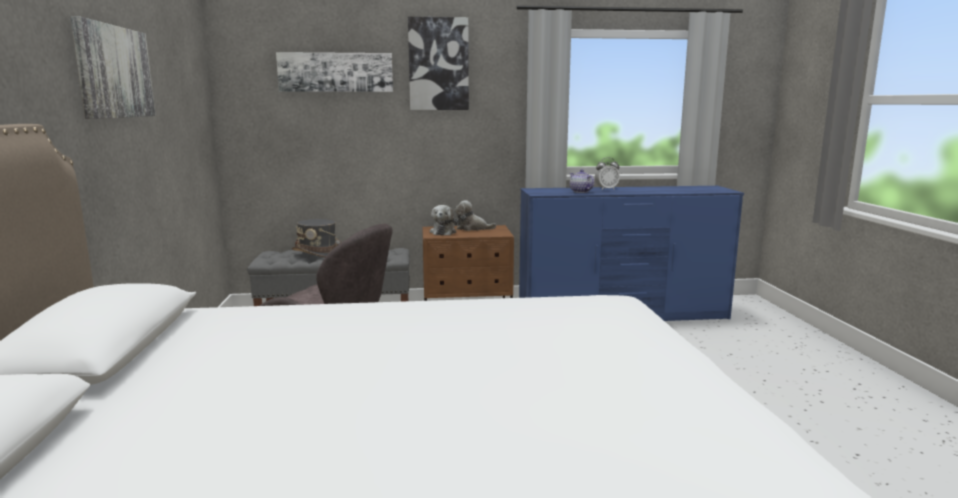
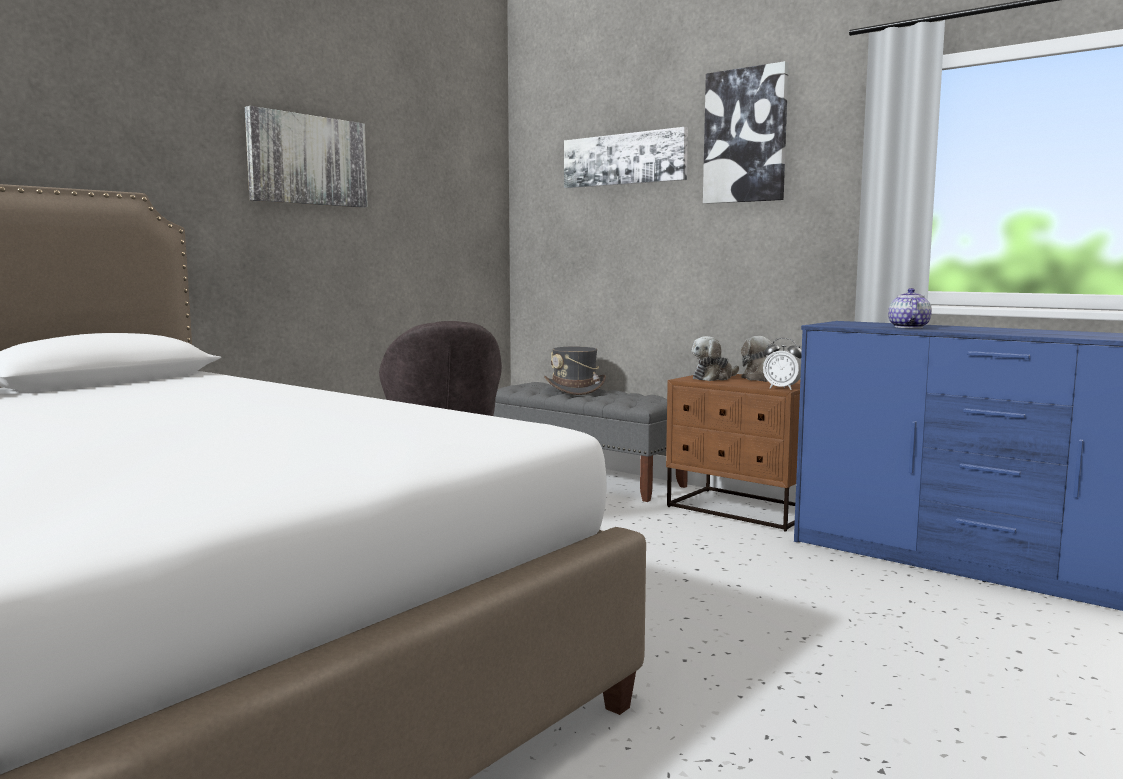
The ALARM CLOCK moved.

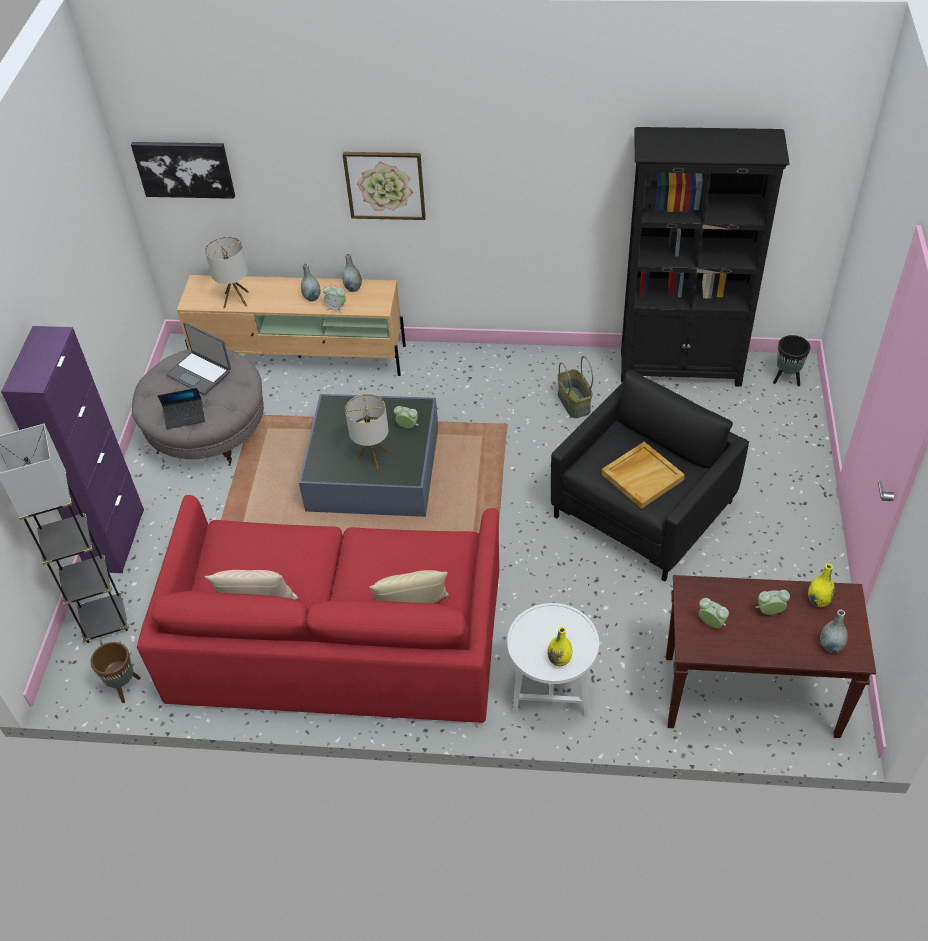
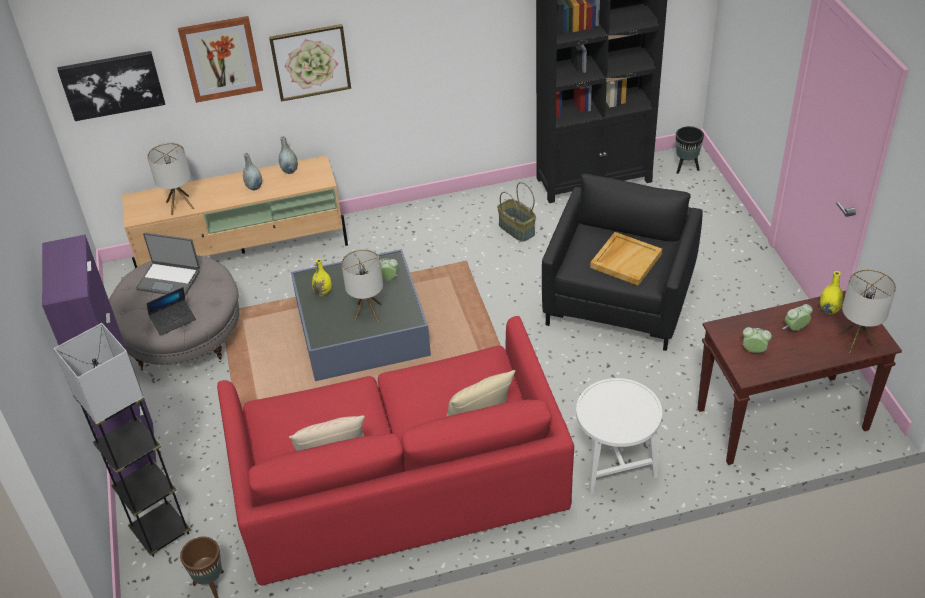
The ALARM CLOCK (no. 1 from left) disappeared. The WALL PICTURE (no. 2 from left) appeared. The YELLOW-COLOURED FLOWER VASE (no. 1 from left) moved. The GRAY FLOWER VASE (no. 3 from left) was replaced by the TABLETOP LAMP (no. 3 from left).

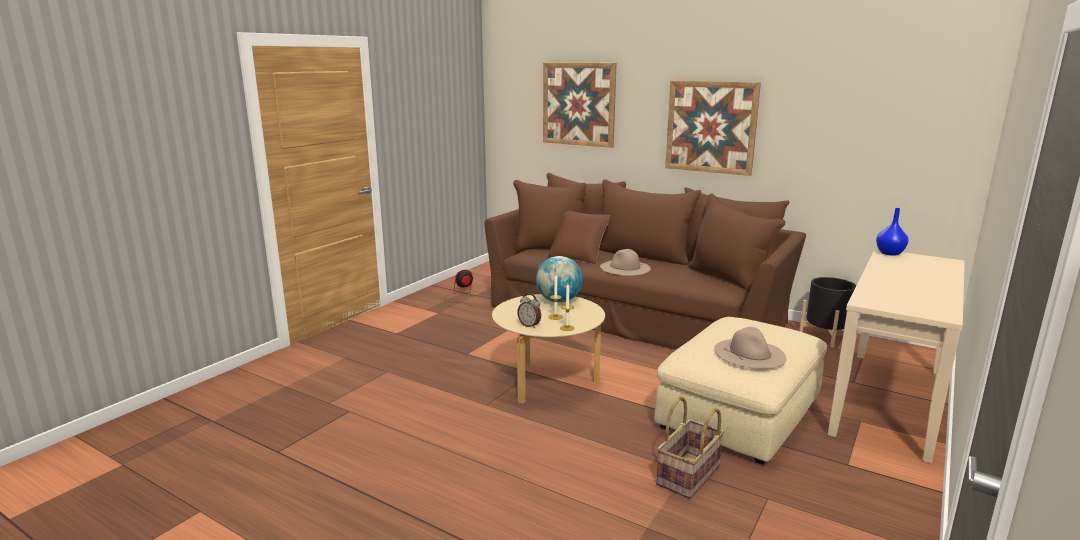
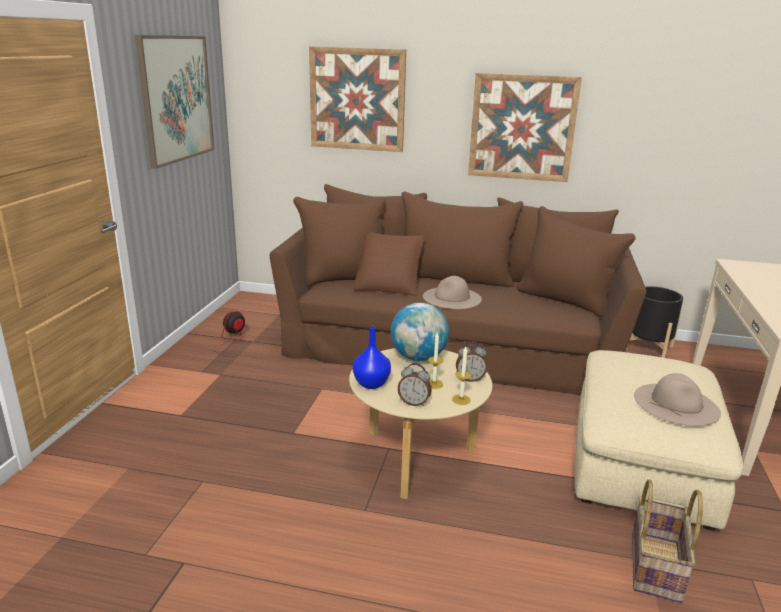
The WALL PICTURE (no. 1 from left) appeared. The ALARM CLOCK (no. 2 from left) appeared. The BLUE-COLOURED FLOWER VASE moved.

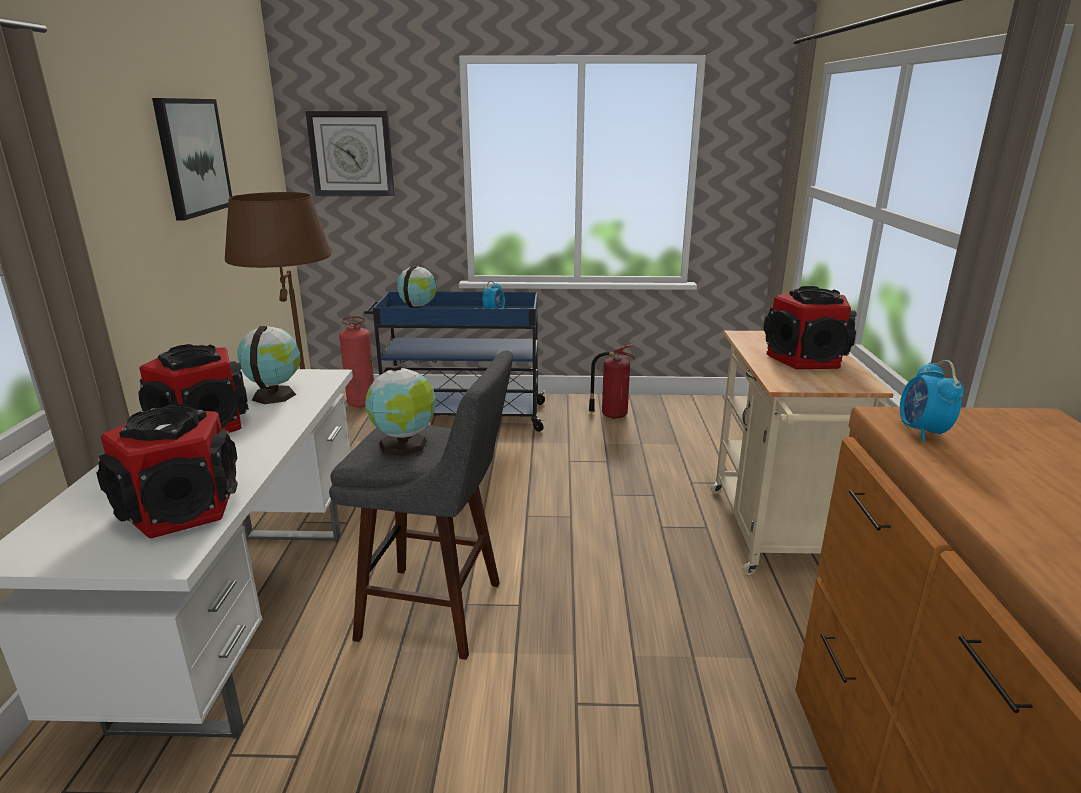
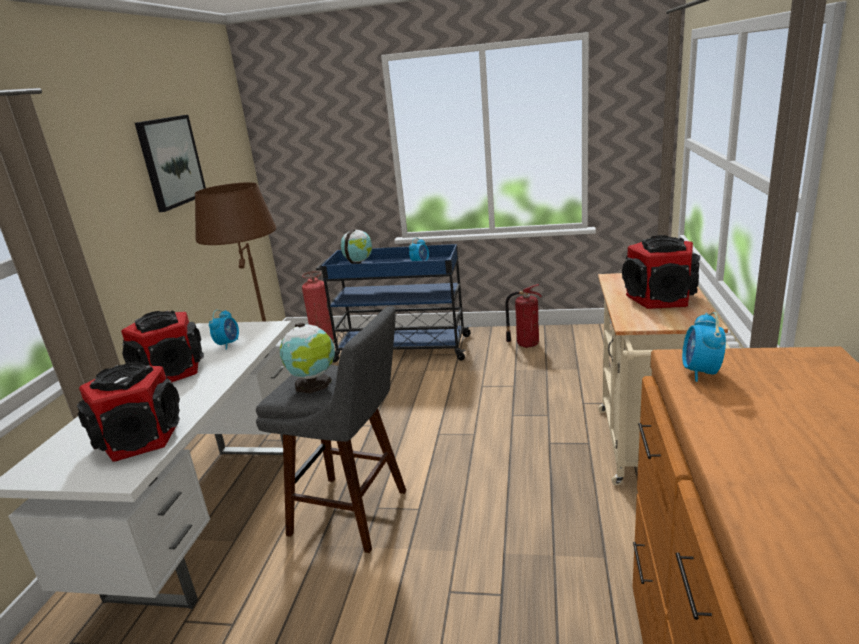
The HANGING CLOCK disappeared. The DESK GLOBE (no. 1 from left) was replaced by the ALARM CLOCK (no. 1 from left).

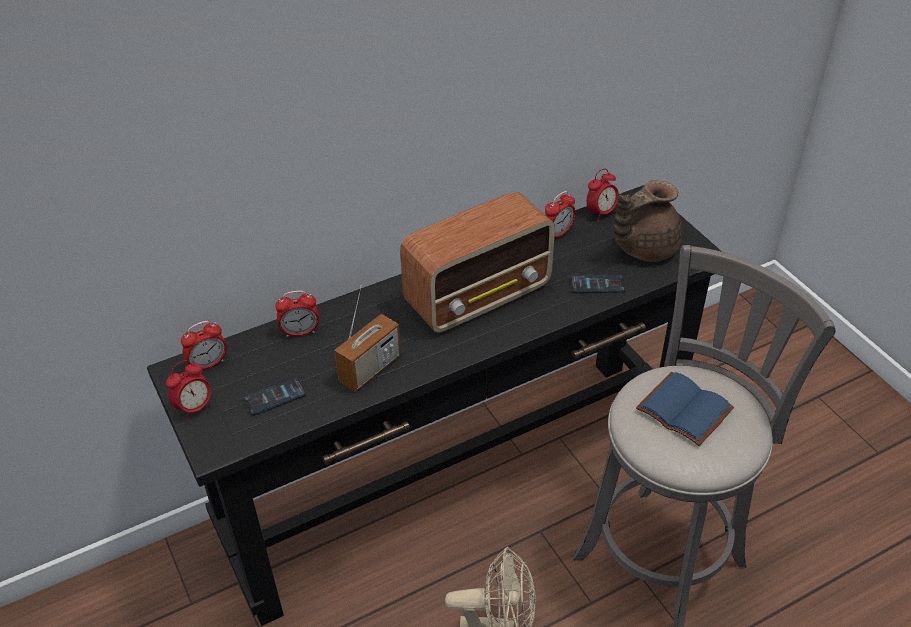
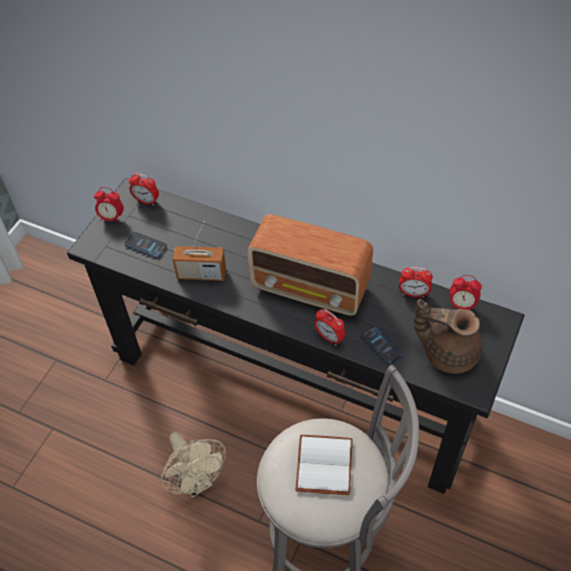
The ALARM CLOCK (no. 3 from left) moved. The BLUE-COLOURED BOOK became the WHITE BOOK.

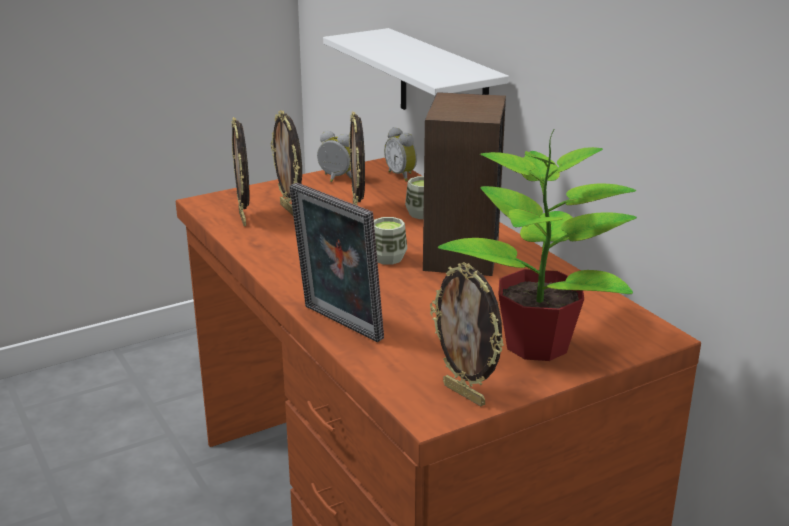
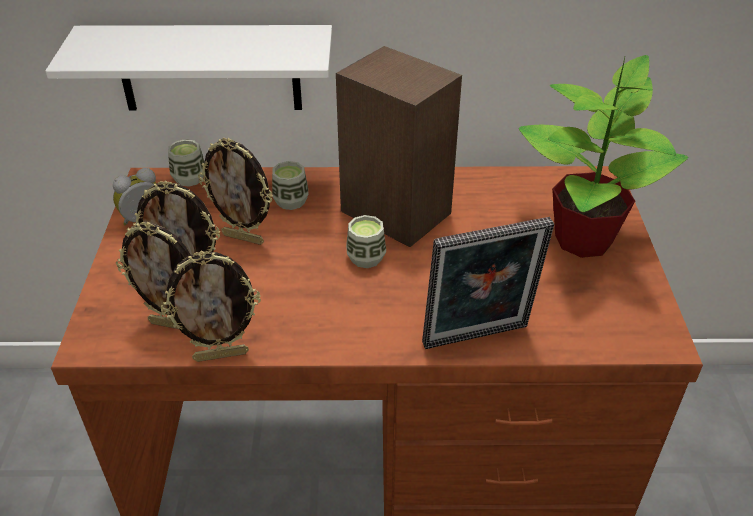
The PICTURE FRAME (no. 5 from left in the first image) moved. The ALARM CLOCK (no. 2 from left) was replaced by the SMALL CUP (no. 1 from left).

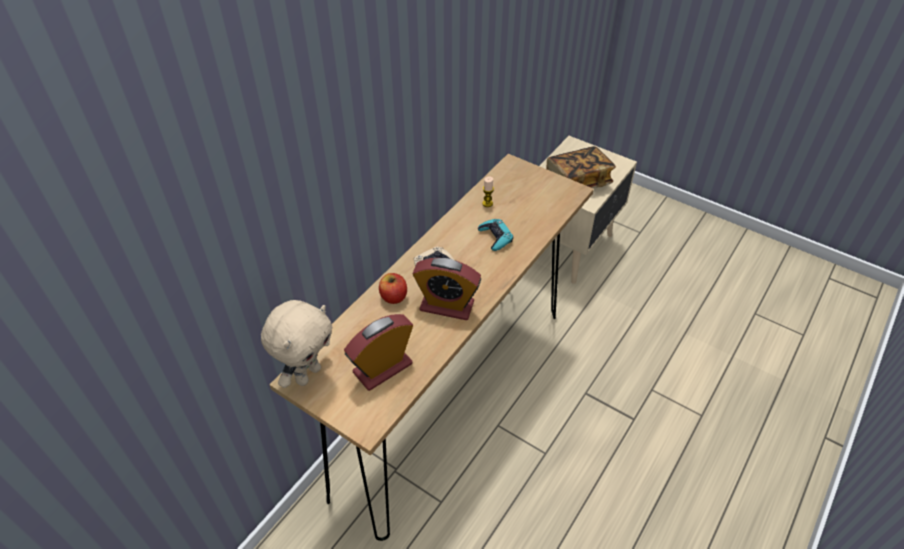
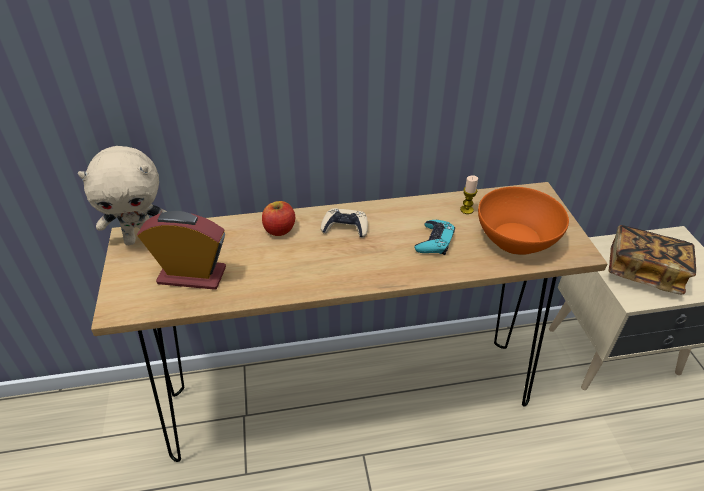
The ALARM CLOCK (no. 2 from left) disappeared. The ORANGEY SERVING BOWL appeared.

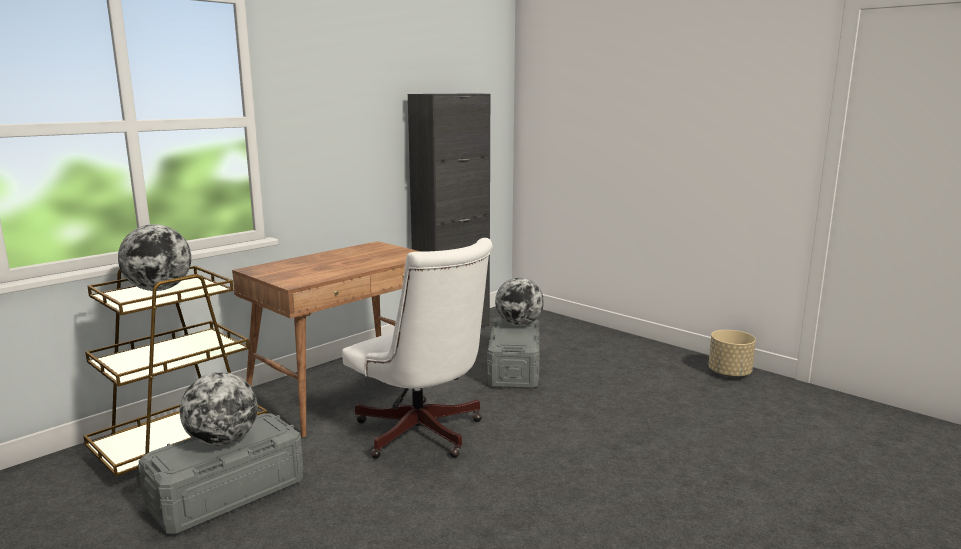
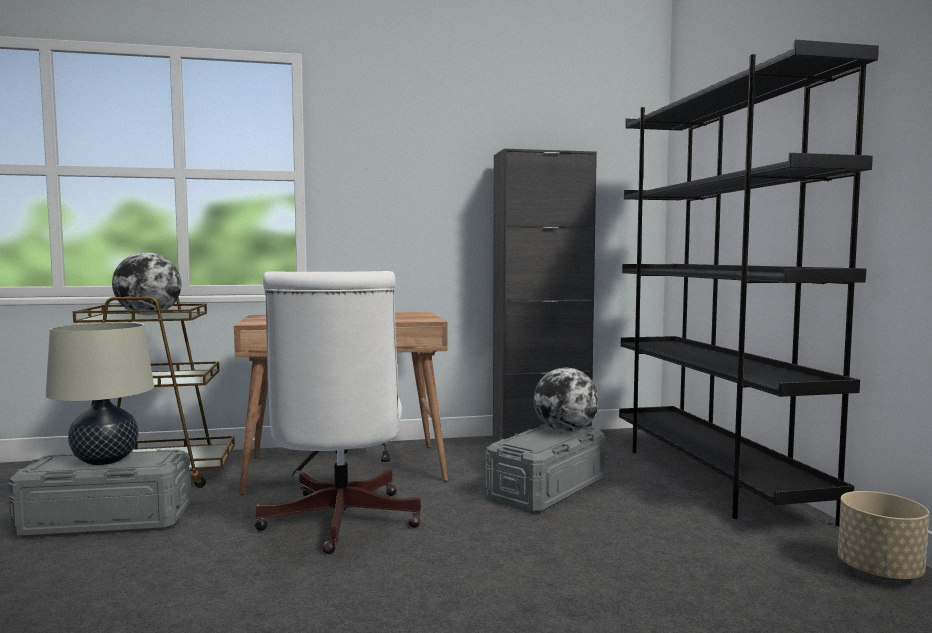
The BLACK SHELVING UNIT appeared. The DESK GLOBE (no. 2 from left) was replaced by the SAND-COLOURED TABLETOP LAMP.

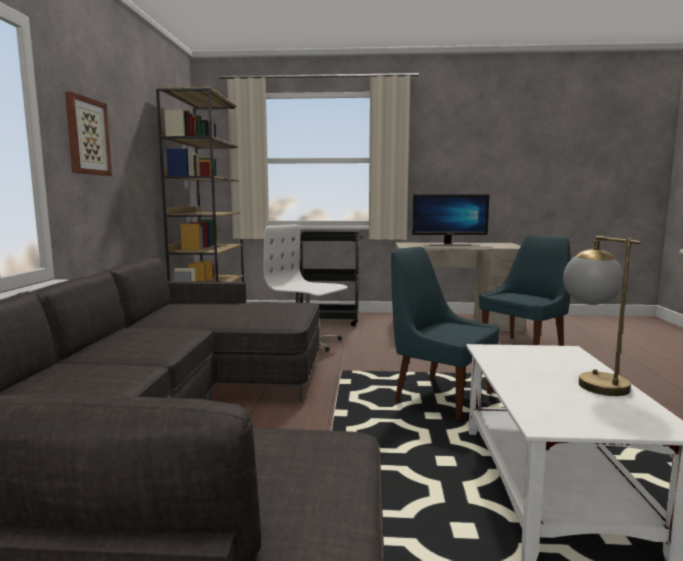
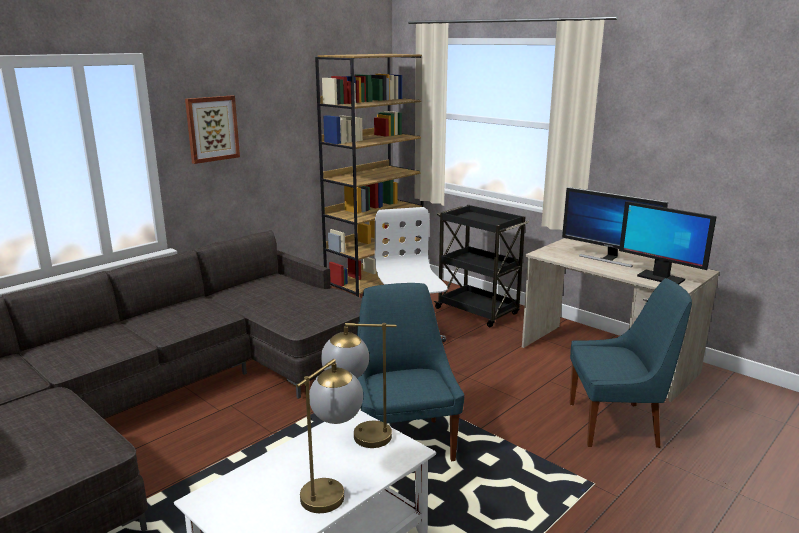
The TABLETOP LAMP (no. 2 from left) appeared. The MONITOR (no. 2 from left) appeared.

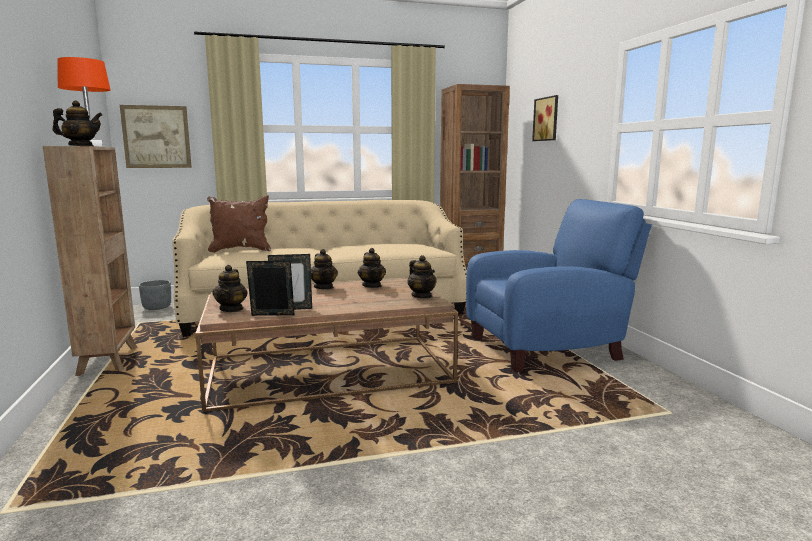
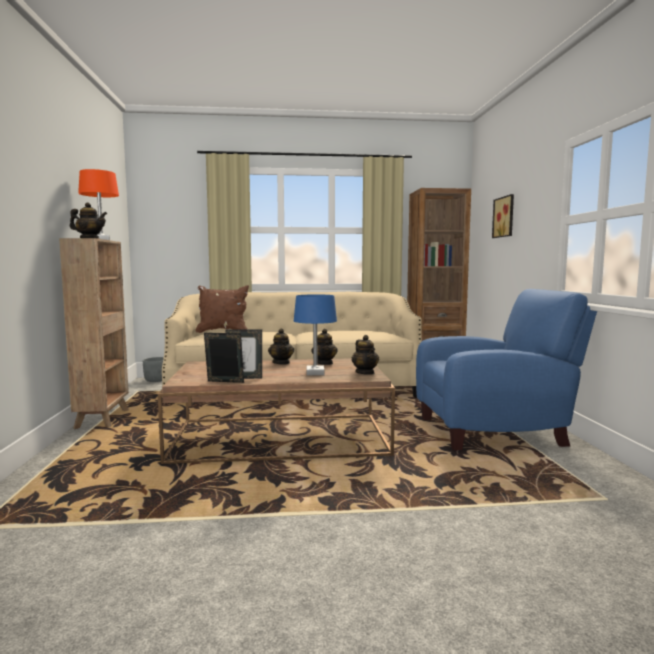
The WALL PICTURE (no. 1 from left) disappeared. The TEA POT (no. 2 from left) disappeared. The BLUE-COLOURED TABLETOP LAMP appeared.

